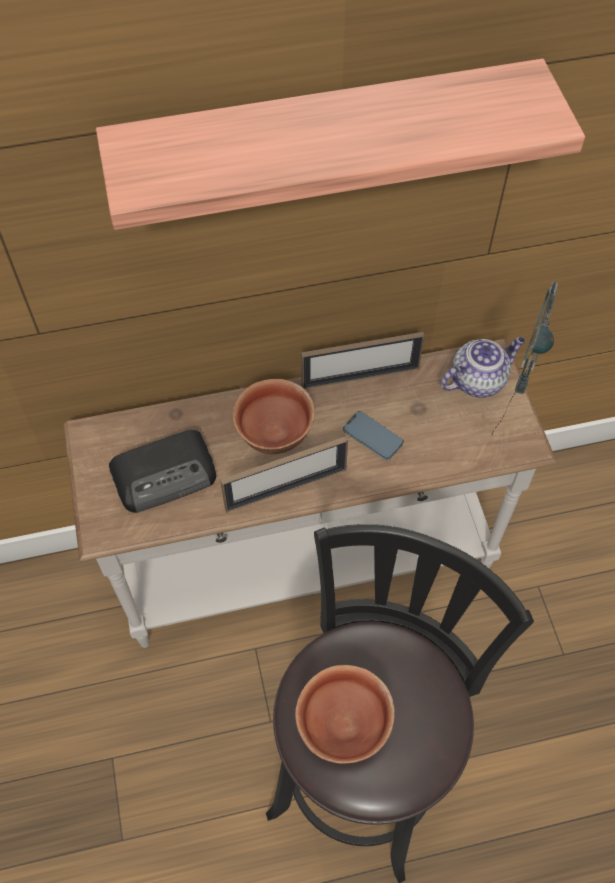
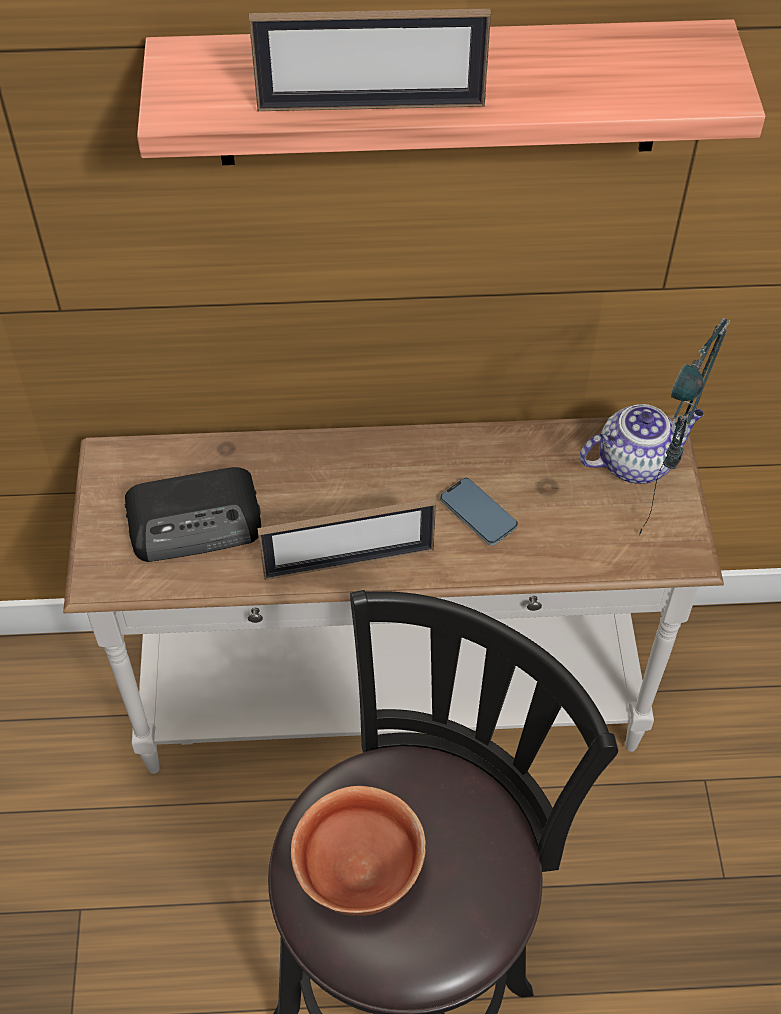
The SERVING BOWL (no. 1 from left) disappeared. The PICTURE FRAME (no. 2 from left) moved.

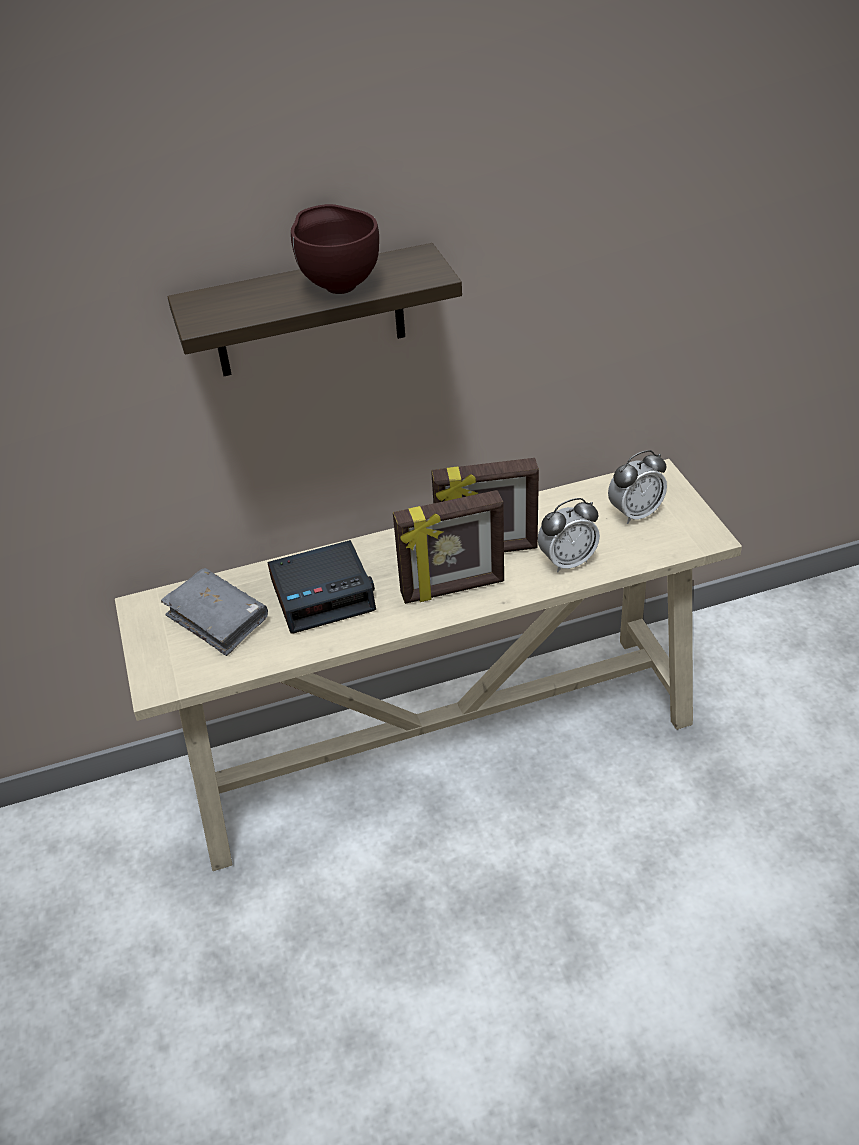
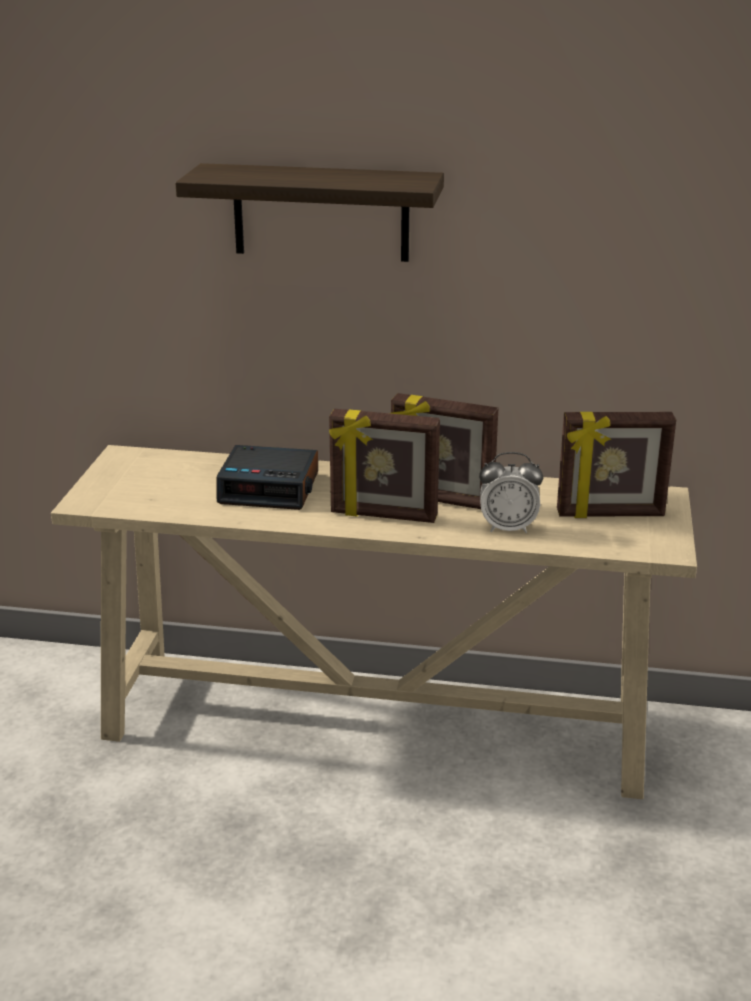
The GRAY BOOK disappeared. The BROWN-COLOURED SERVING BOWL disappeared. The ALARM CLOCK (no. 3 from left) was replaced by the PICTURE FRAME (no. 3 from left).

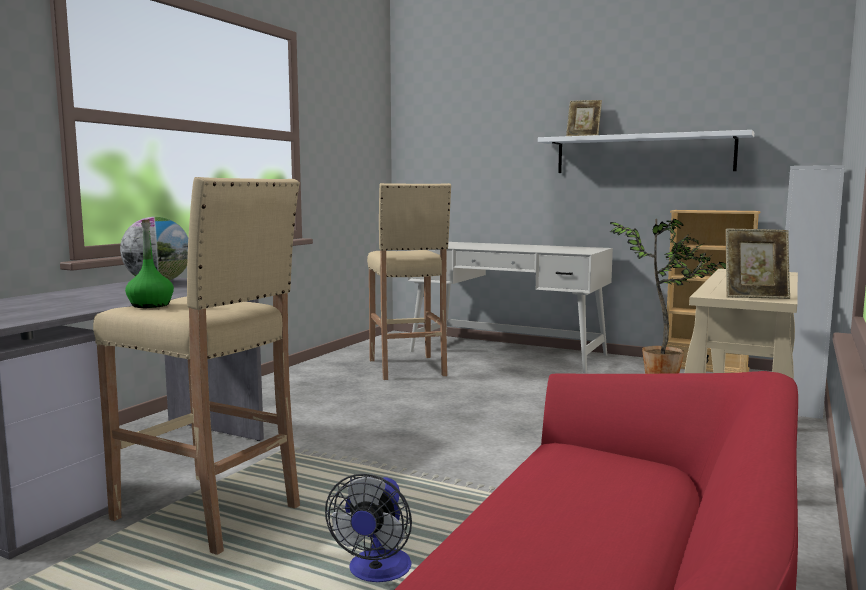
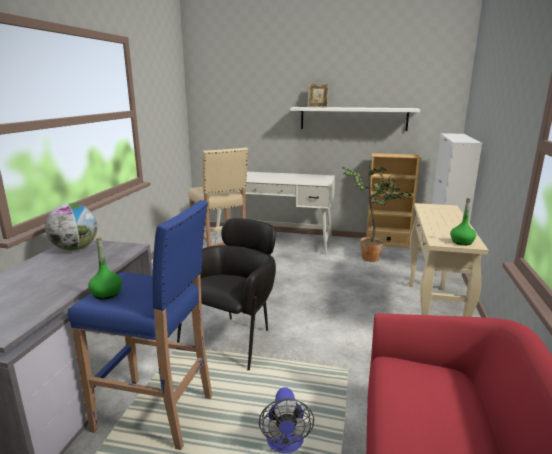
The BLACK LOUNGE CHAIR appeared. The PICTURE FRAME (no. 2 from left) was replaced by the GREEN BOTTLE (no. 2 from left). The SAND-COLOURED STOOL SEAT (no. 1 from left) became the BLUE-COLOURED STOOL SEAT.

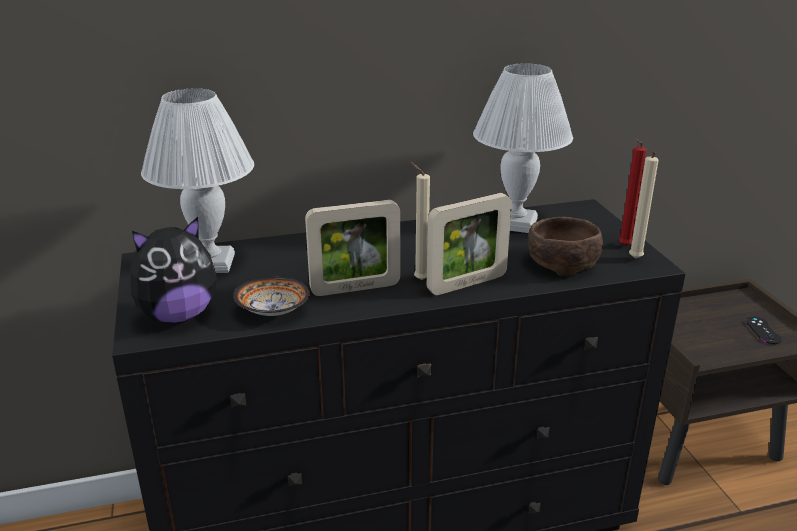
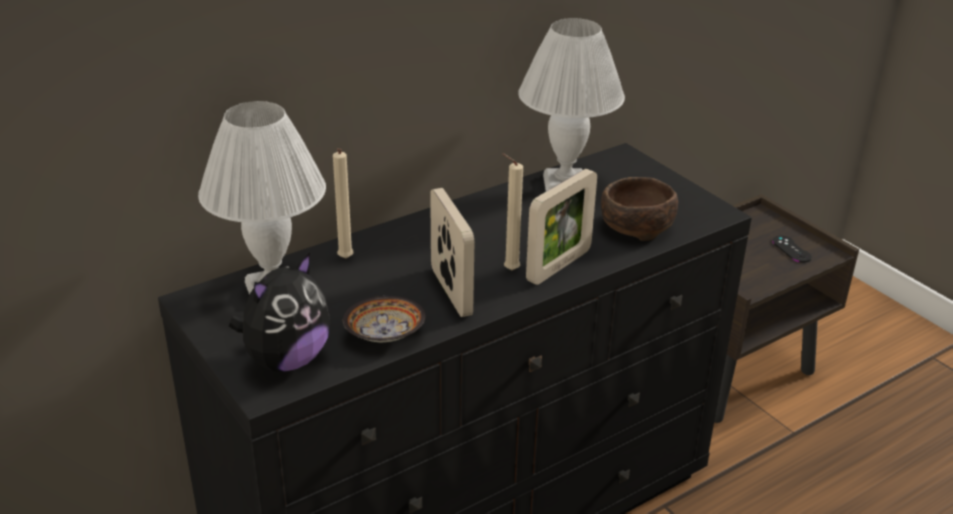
The RED WAX CANDLE disappeared. The SAND-COLOURED WAX CANDLE (no. 2 from left in the first image) moved. The PICTURE FRAME (no. 1 from left) turned 75 degrees counterclockwise.

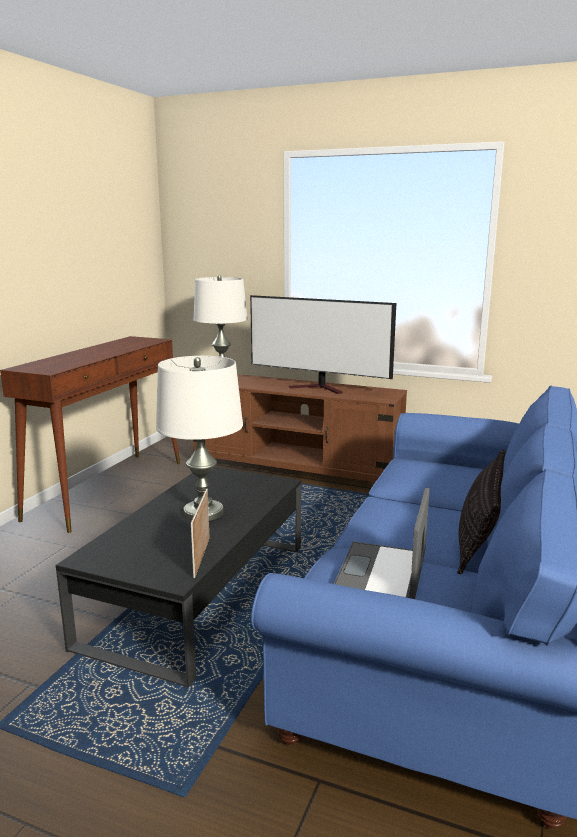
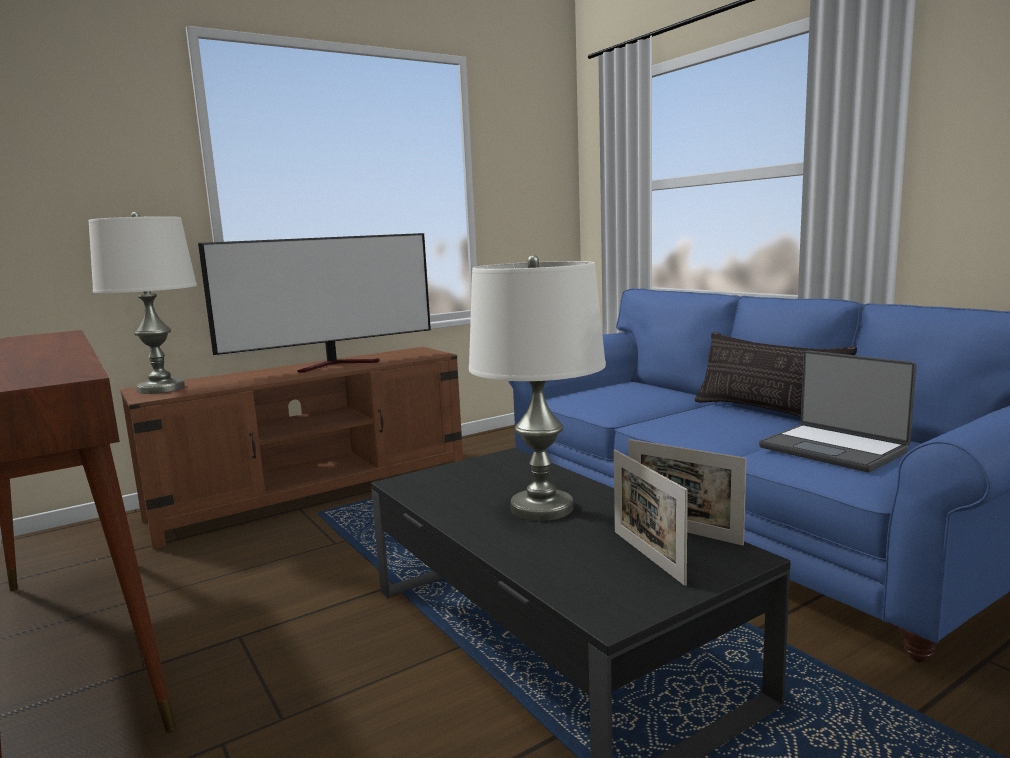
The PICTURE FRAME (no. 1 from left) appeared.

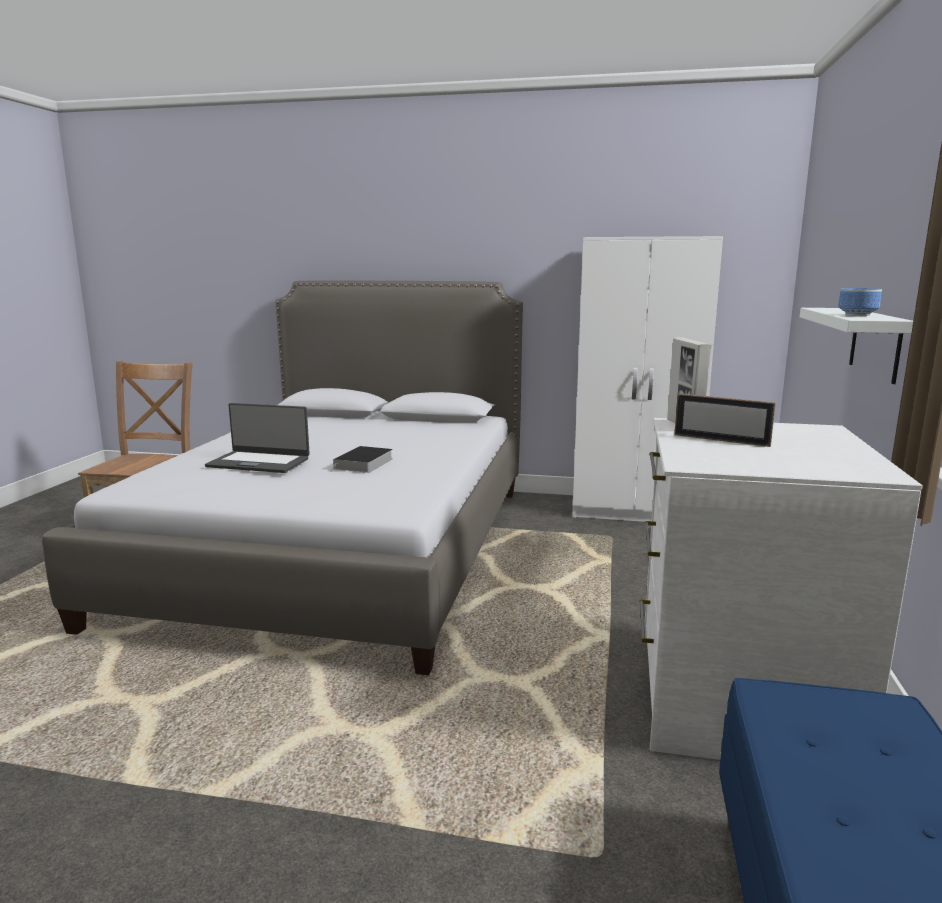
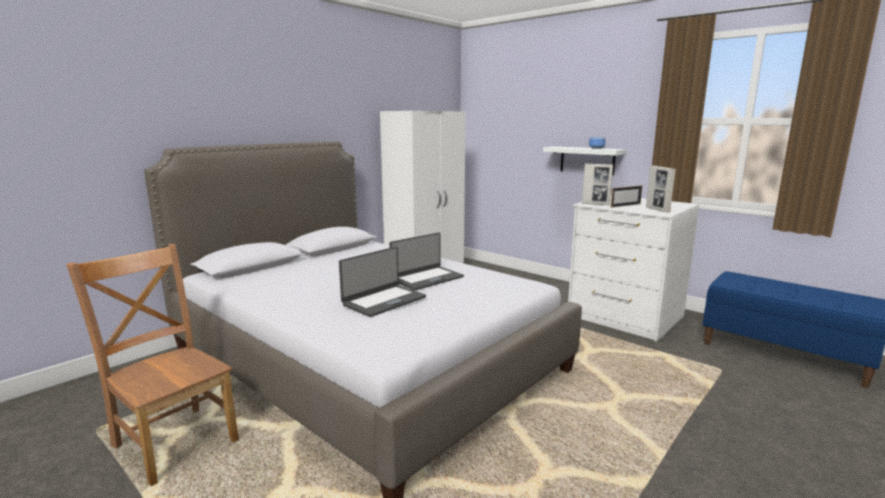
The PICTURE FRAME (no. 3 from left) appeared. The BOOK was replaced by the PORTABLE COMPUTER (no. 2 from left).

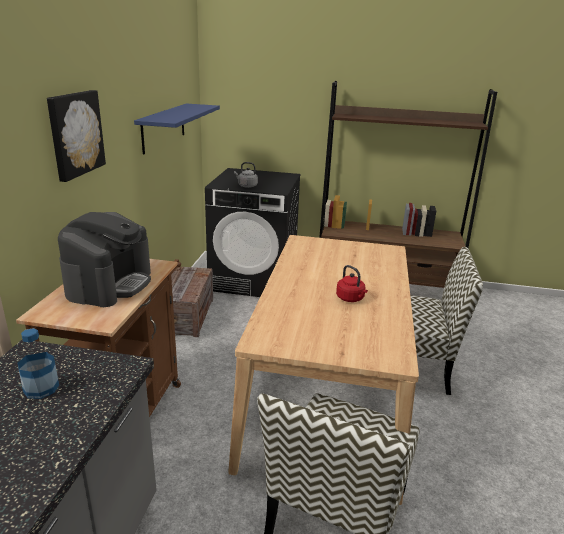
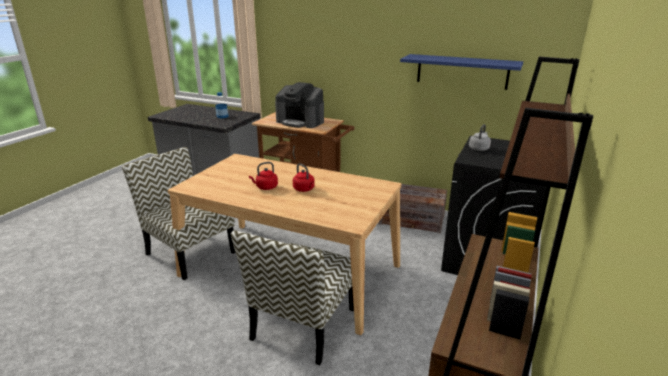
The WALL PICTURE disappeared. The RED WATER KETTLE (no. 2 from left) appeared.

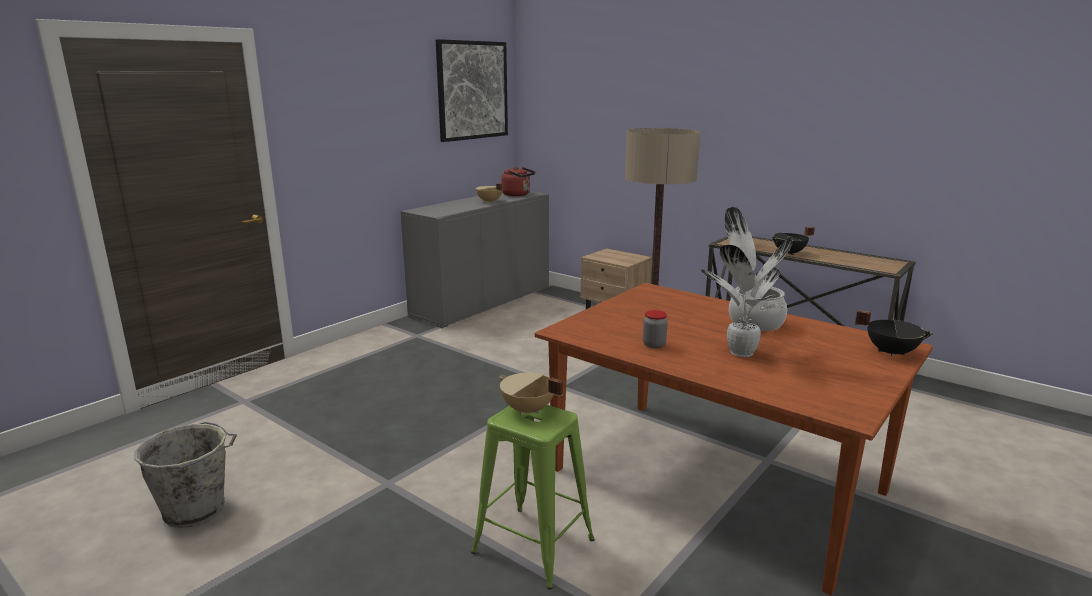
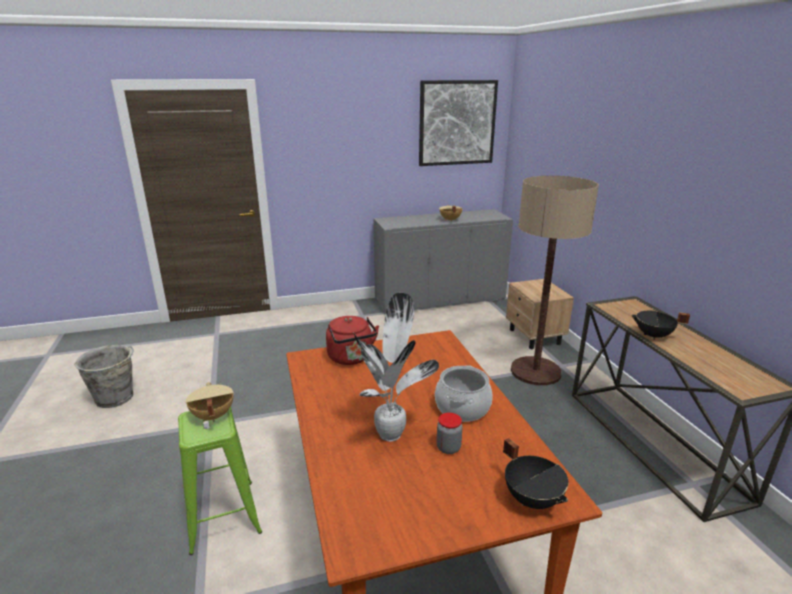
The RED WATER KETTLE moved. The STORAGE JAR moved.

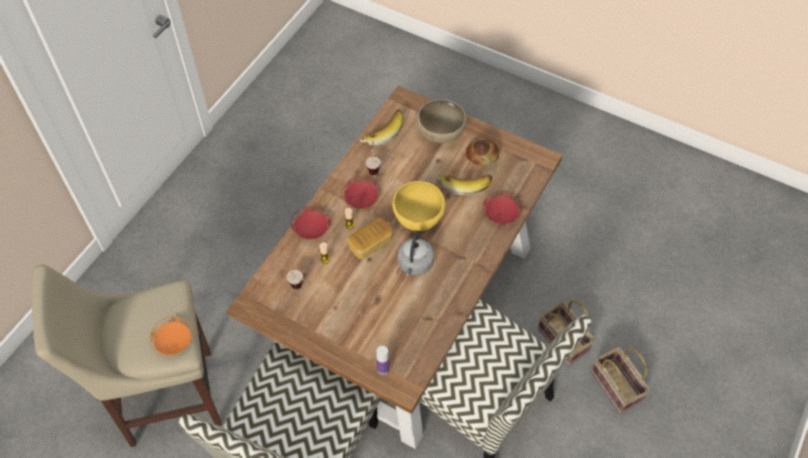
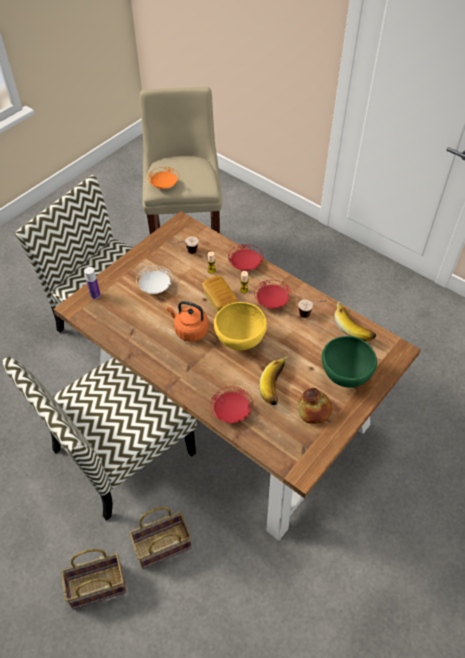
The WHITE PLATE appeared. The GRAY WATER KETTLE became the ORANGEY WATER KETTLE. The BROWN-COLOURED SERVING BOWL became the GREEN SERVING BOWL.

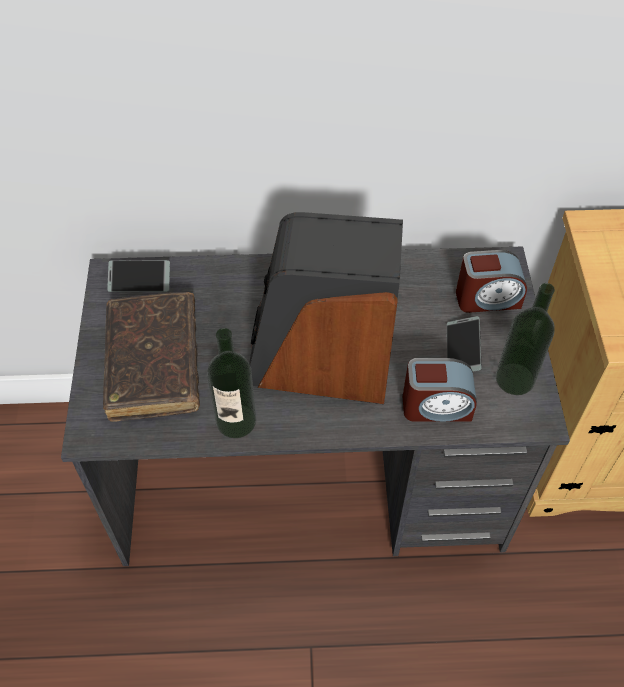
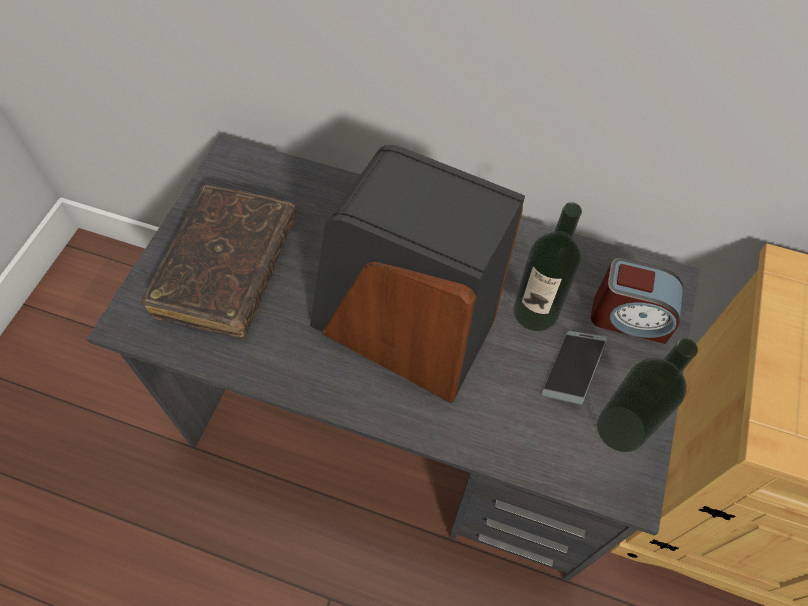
The PHONE (no. 1 from left) disappeared. The ALARM CLOCK (no. 1 from left) disappeared. The BOTTLE (no. 1 from left) moved.

